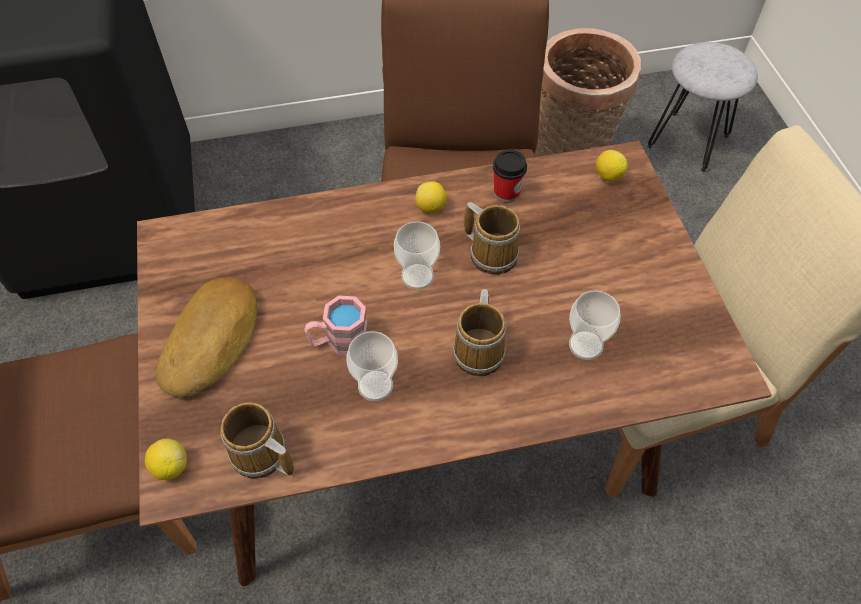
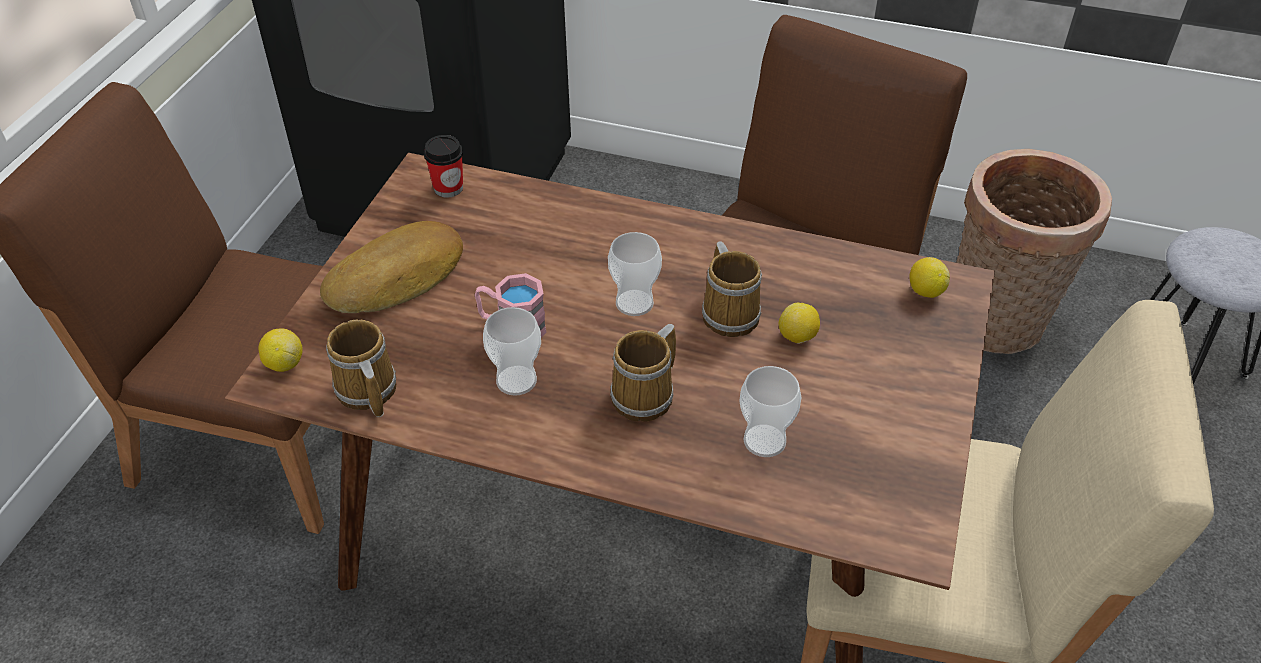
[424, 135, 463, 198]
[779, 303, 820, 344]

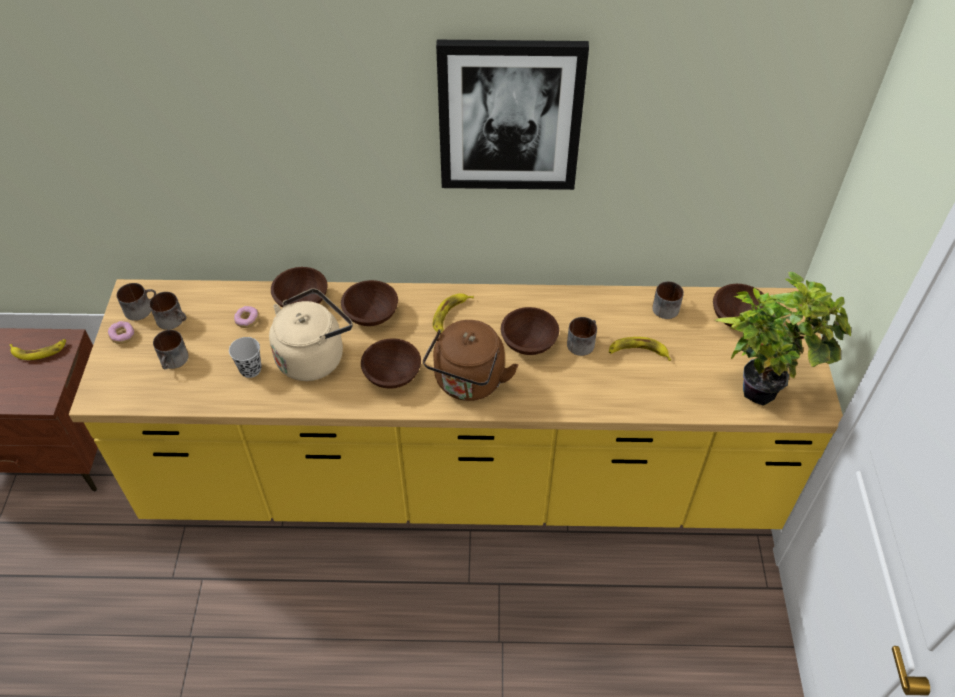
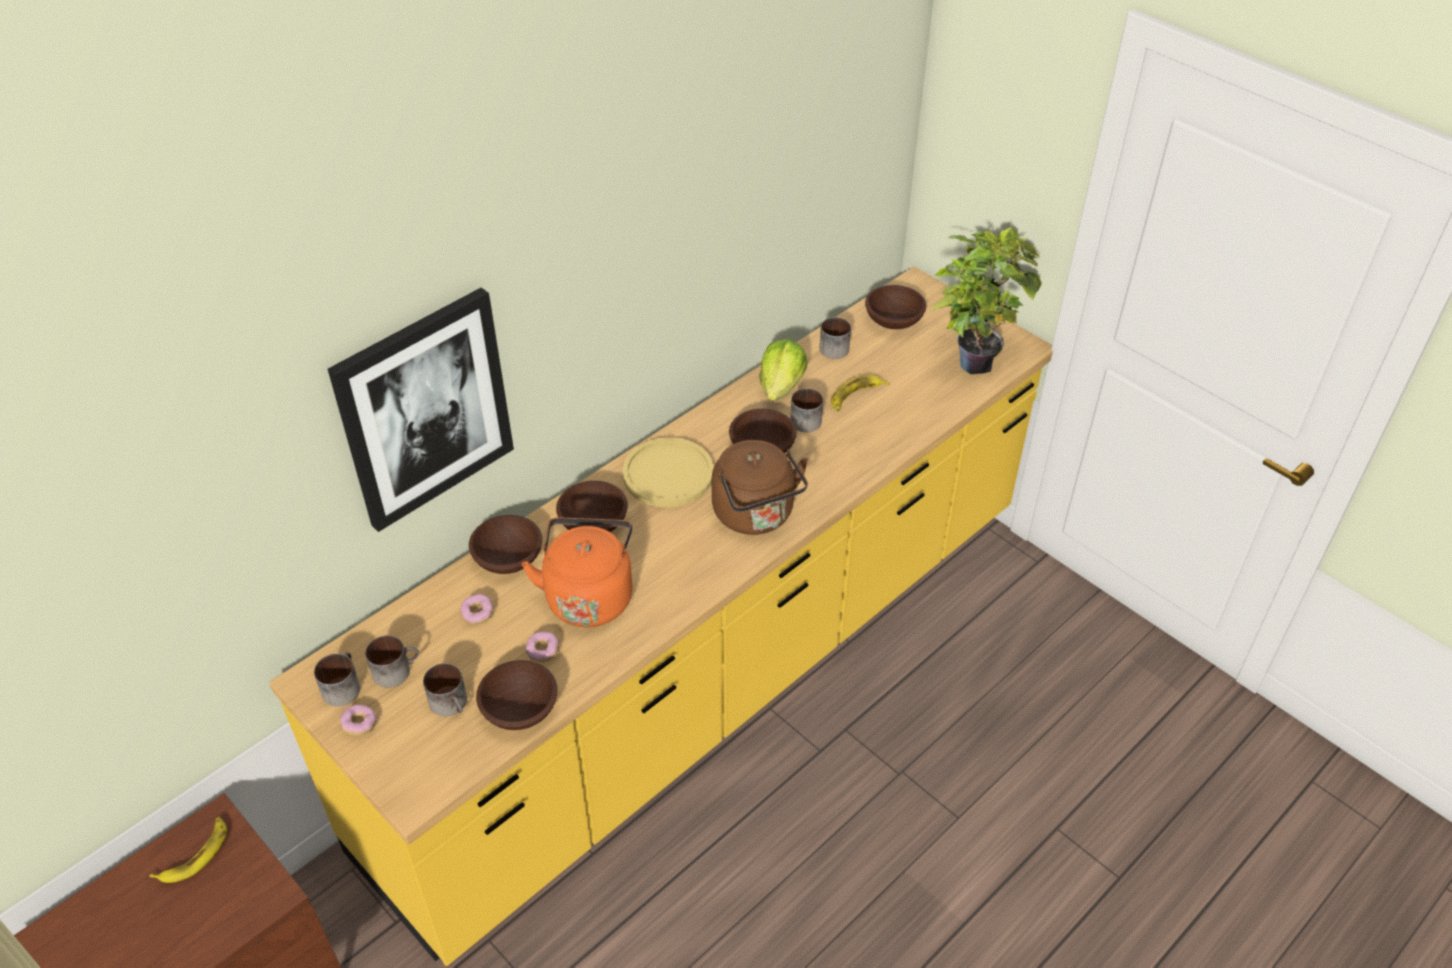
[328, 288, 514, 532]
[476, 660, 558, 730]
[522, 518, 632, 627]
[526, 631, 559, 662]
[623, 437, 714, 508]
[759, 339, 807, 401]

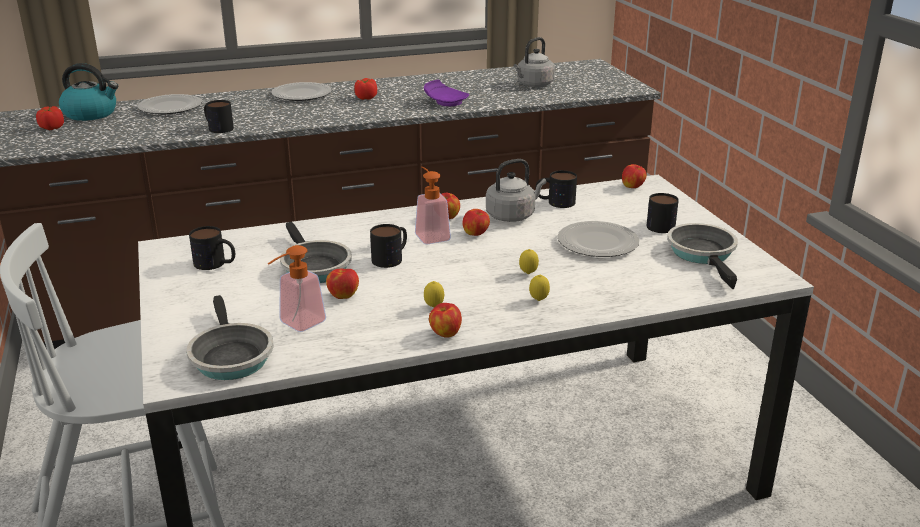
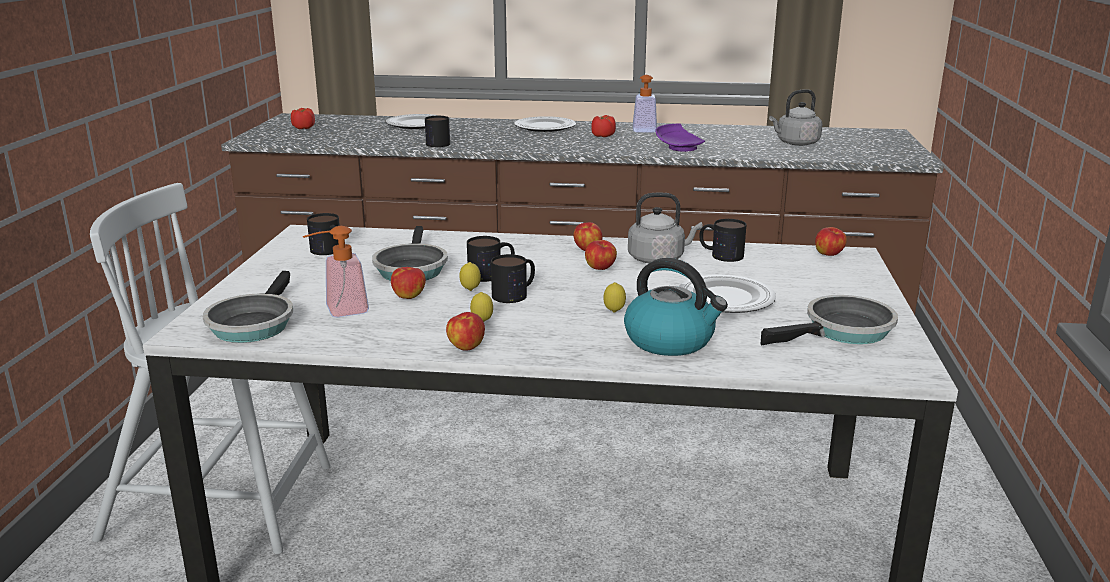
[459, 262, 481, 291]
[491, 254, 535, 303]
[624, 258, 728, 356]
[633, 75, 657, 133]
[761, 295, 898, 345]

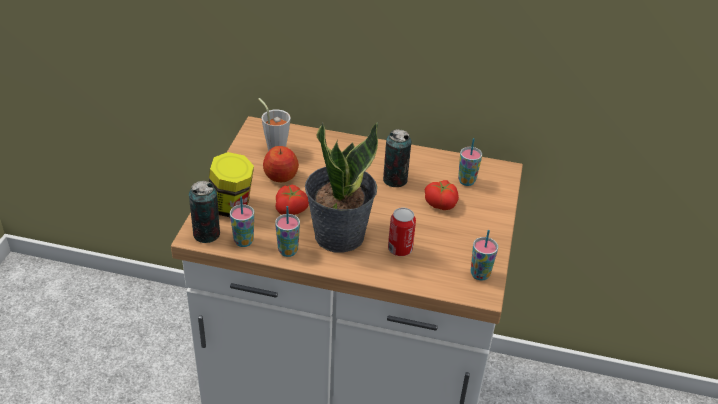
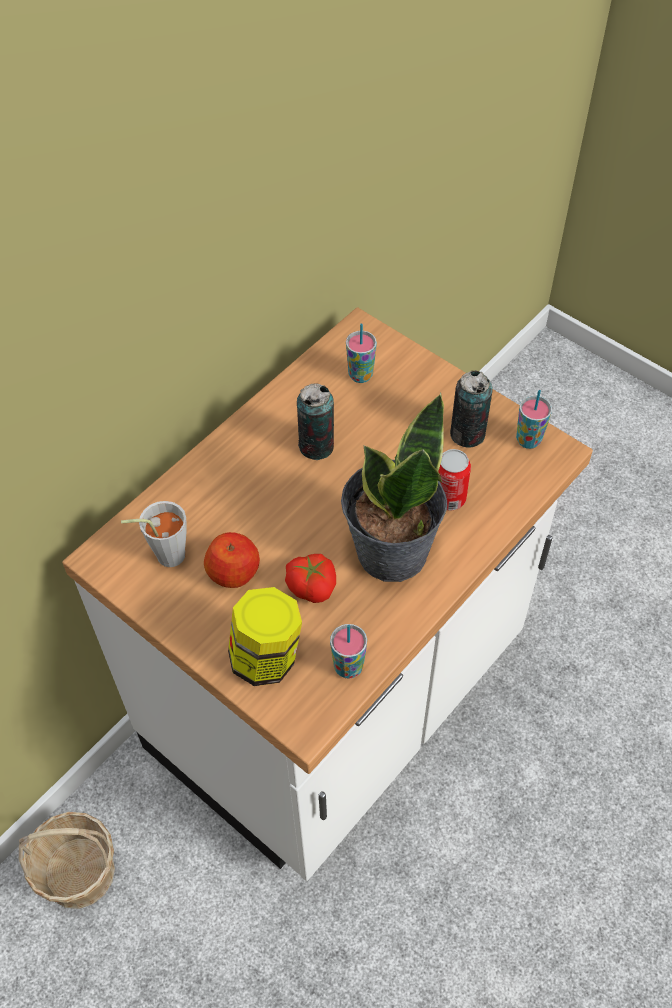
[19, 812, 115, 909]
[450, 370, 493, 448]
[275, 206, 300, 257] (first image)
[424, 180, 459, 210] (first image)

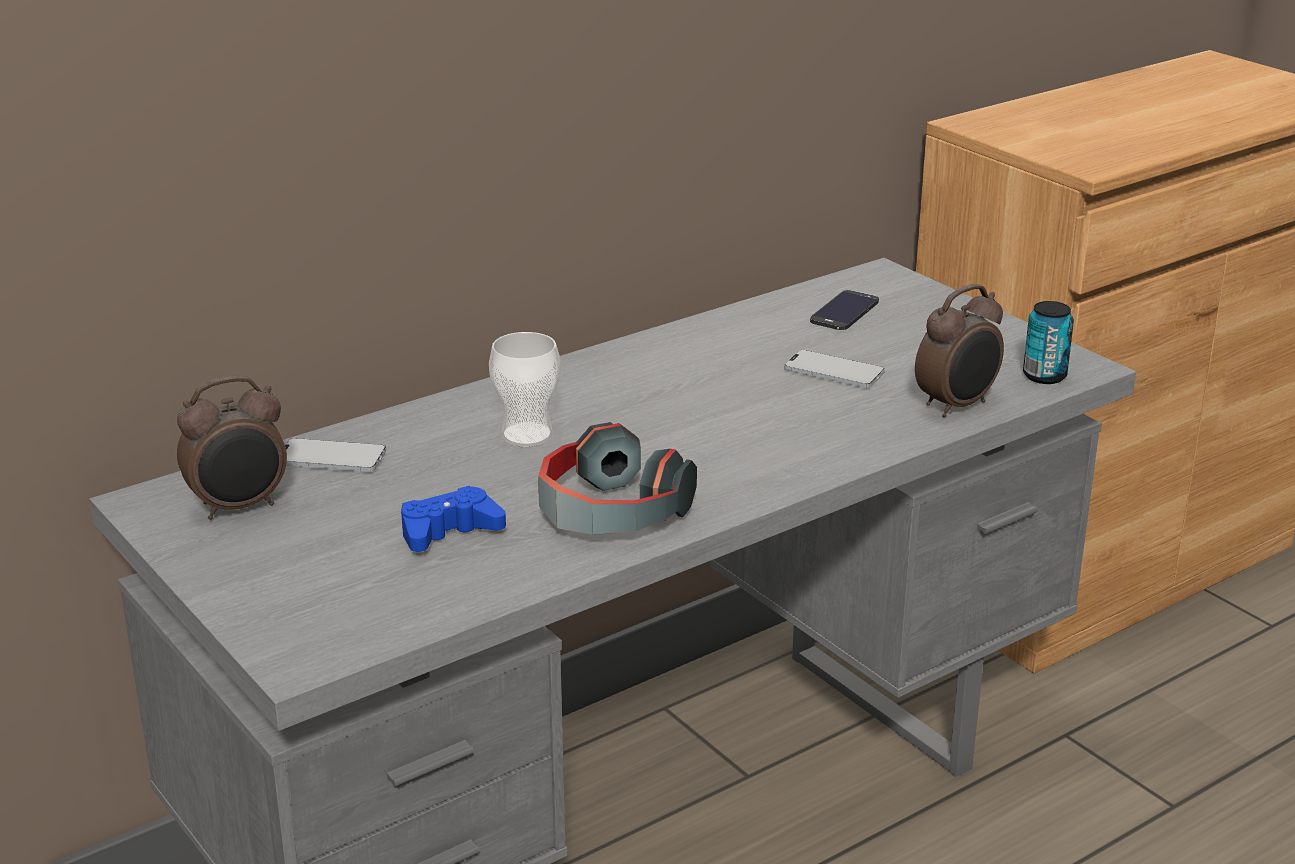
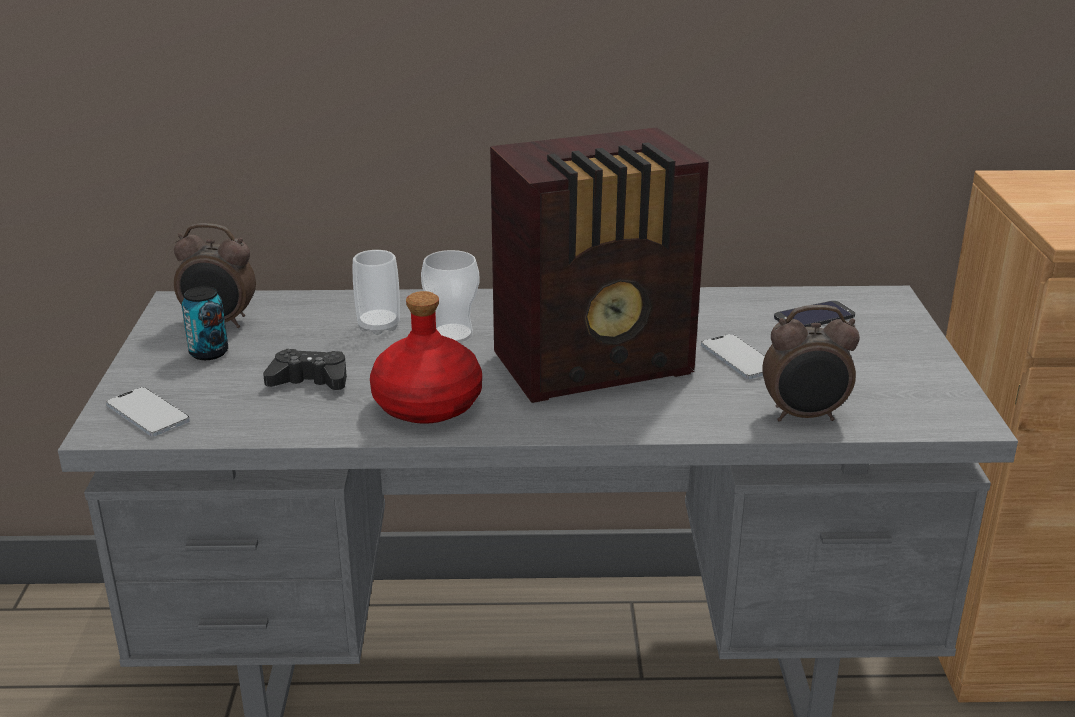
[106, 387, 190, 436]
[182, 286, 228, 360]
[263, 349, 347, 390]
[353, 250, 400, 335]
[370, 291, 482, 424]
[490, 127, 709, 403]

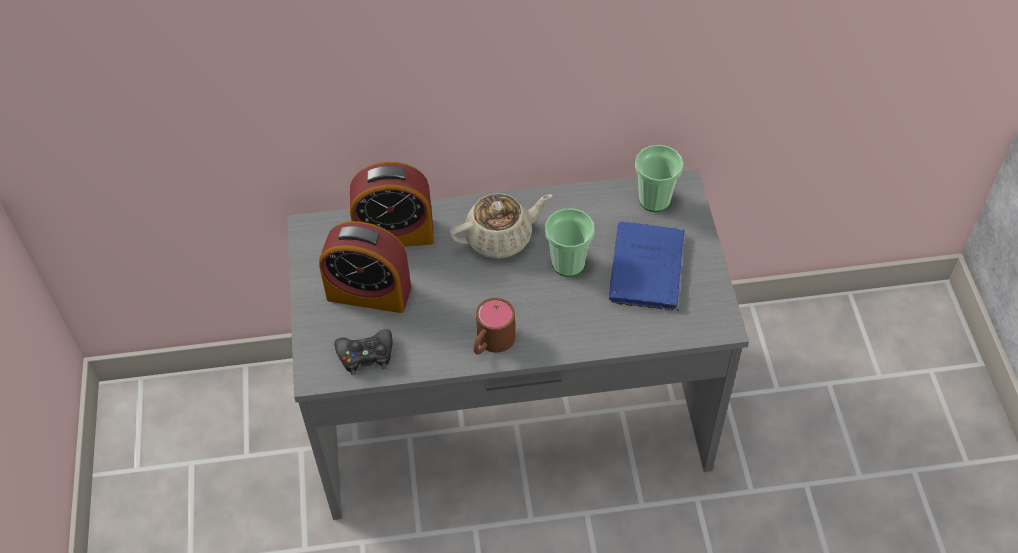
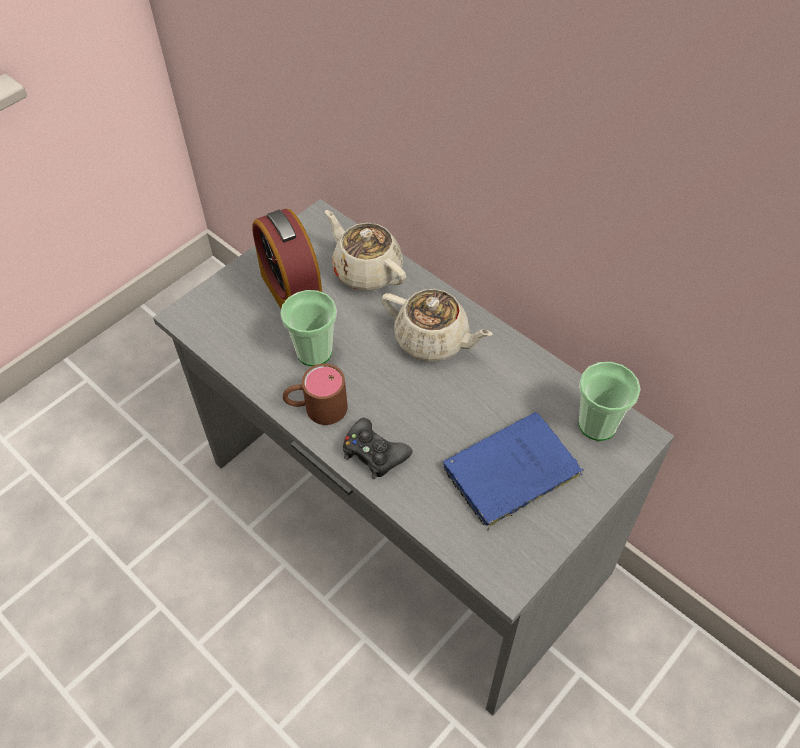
[280, 290, 337, 366]
[325, 210, 406, 291]
[343, 418, 413, 479]

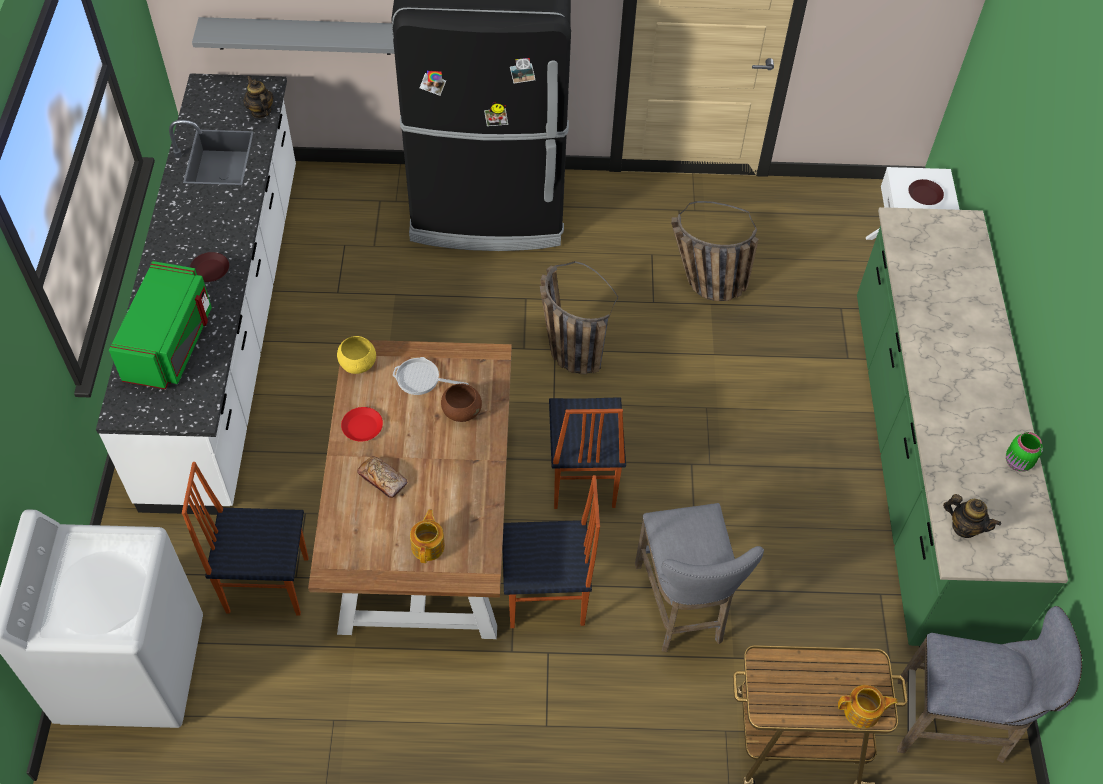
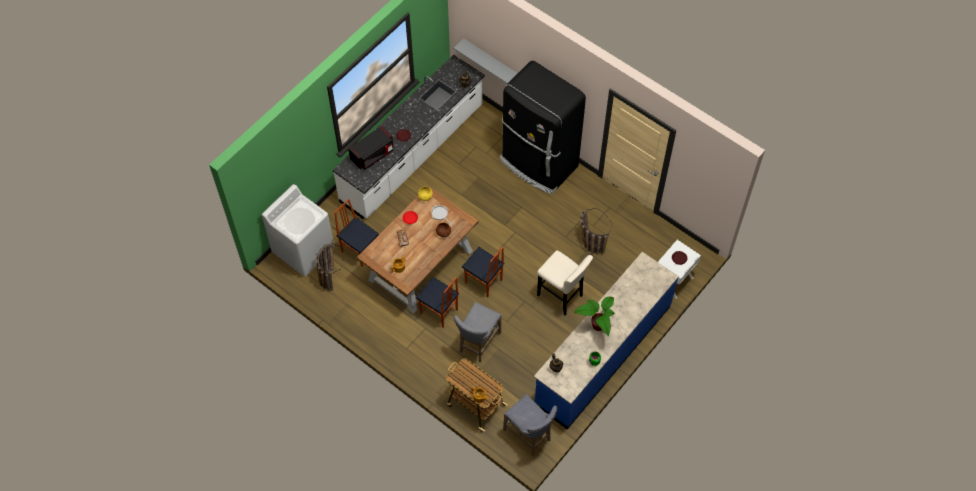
[316, 242, 343, 291]
[348, 126, 393, 170]
[462, 246, 504, 298]
[534, 252, 679, 429]
[537, 250, 593, 315]
[574, 296, 615, 337]

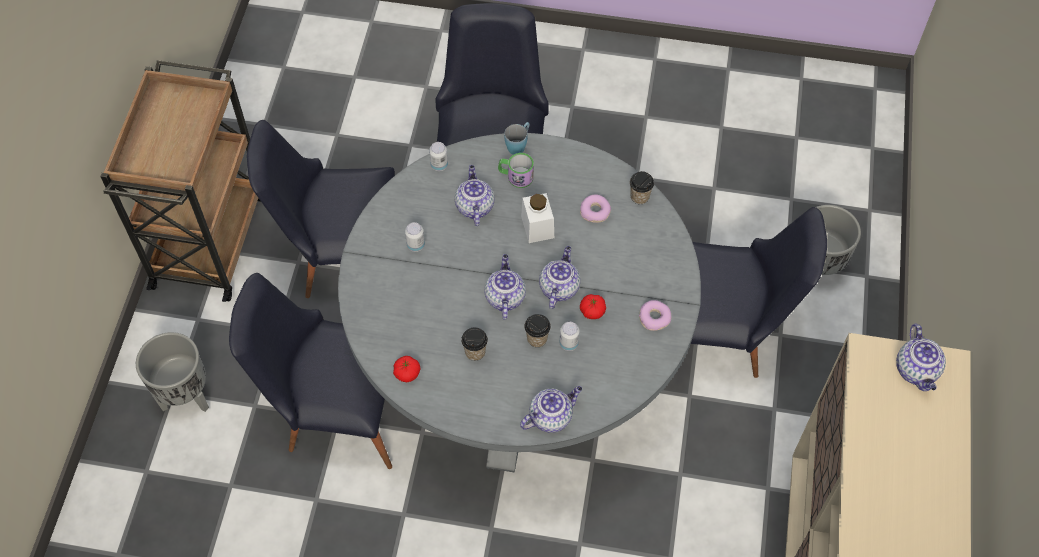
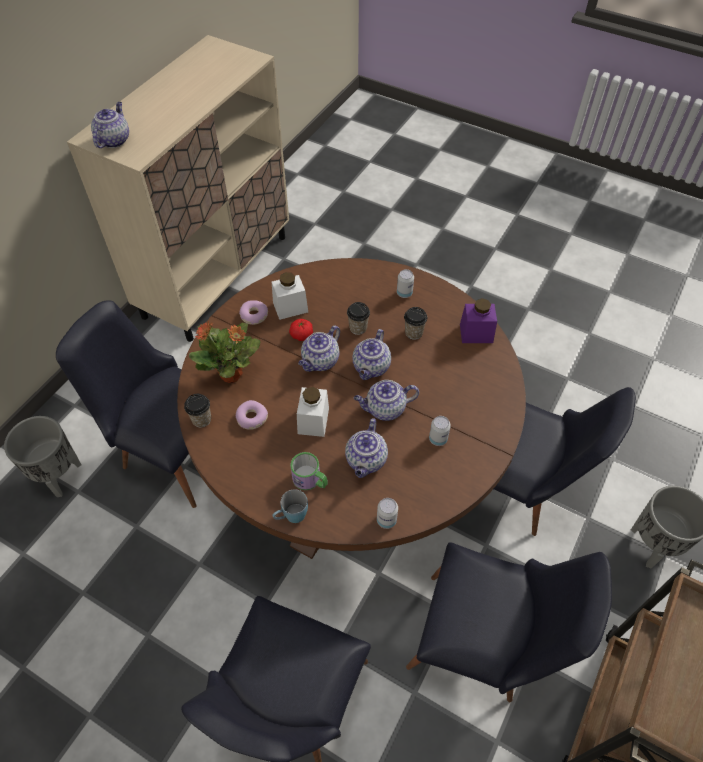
[177, 258, 526, 559]
[189, 322, 261, 383]
[272, 272, 308, 320]
[354, 380, 419, 421]
[397, 269, 414, 298]
[460, 298, 497, 343]

